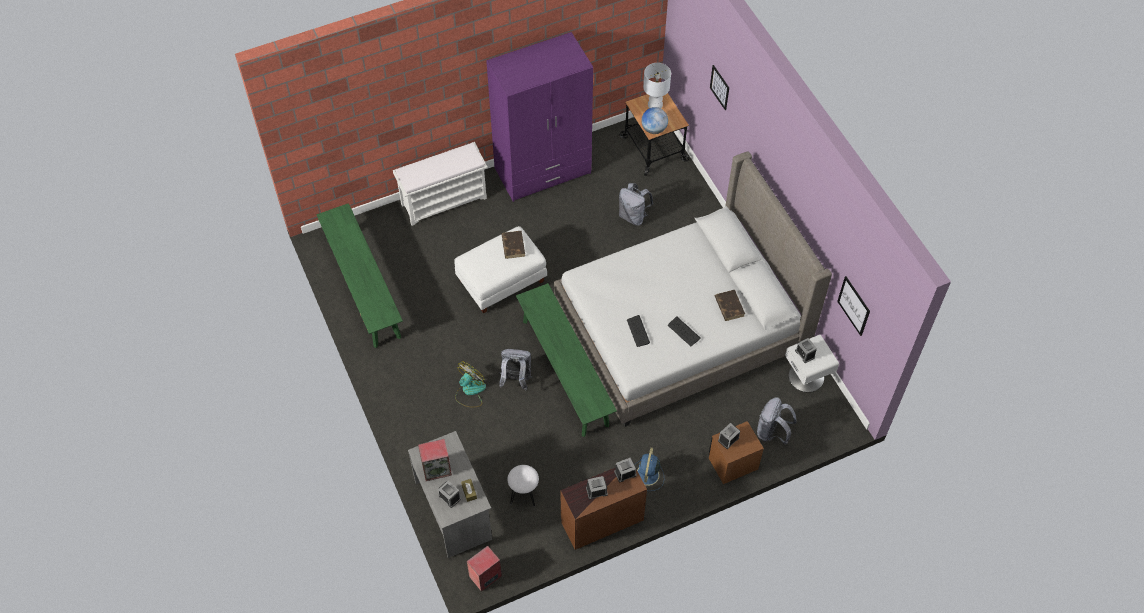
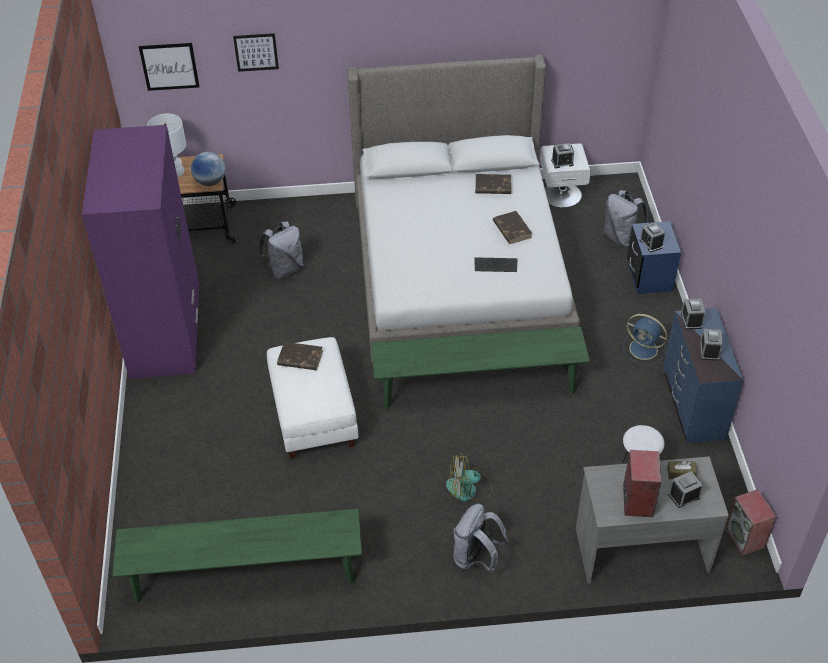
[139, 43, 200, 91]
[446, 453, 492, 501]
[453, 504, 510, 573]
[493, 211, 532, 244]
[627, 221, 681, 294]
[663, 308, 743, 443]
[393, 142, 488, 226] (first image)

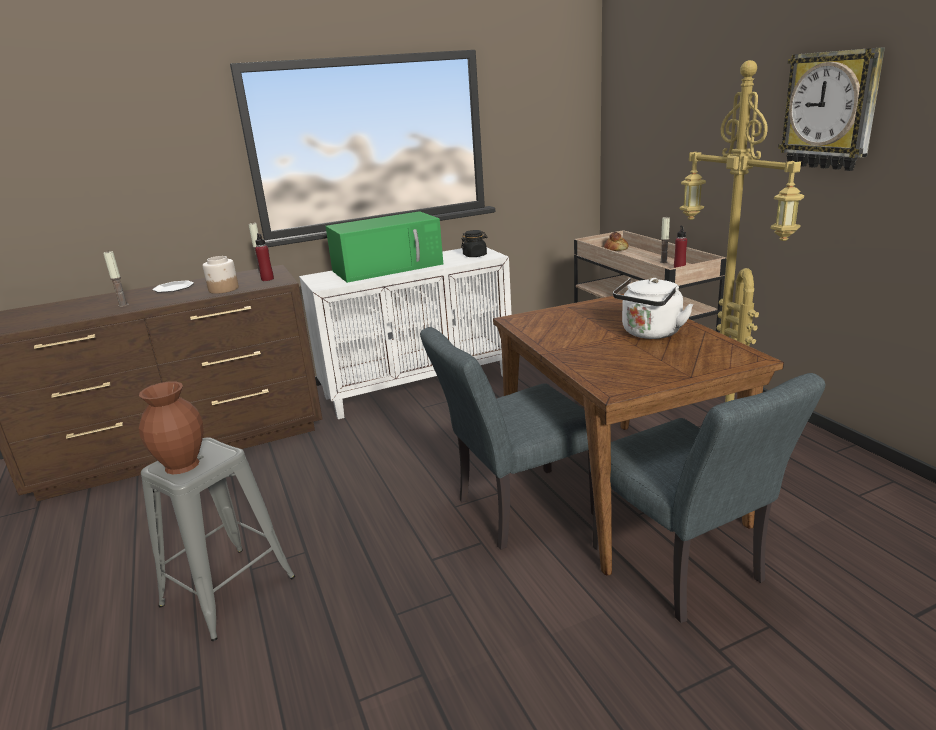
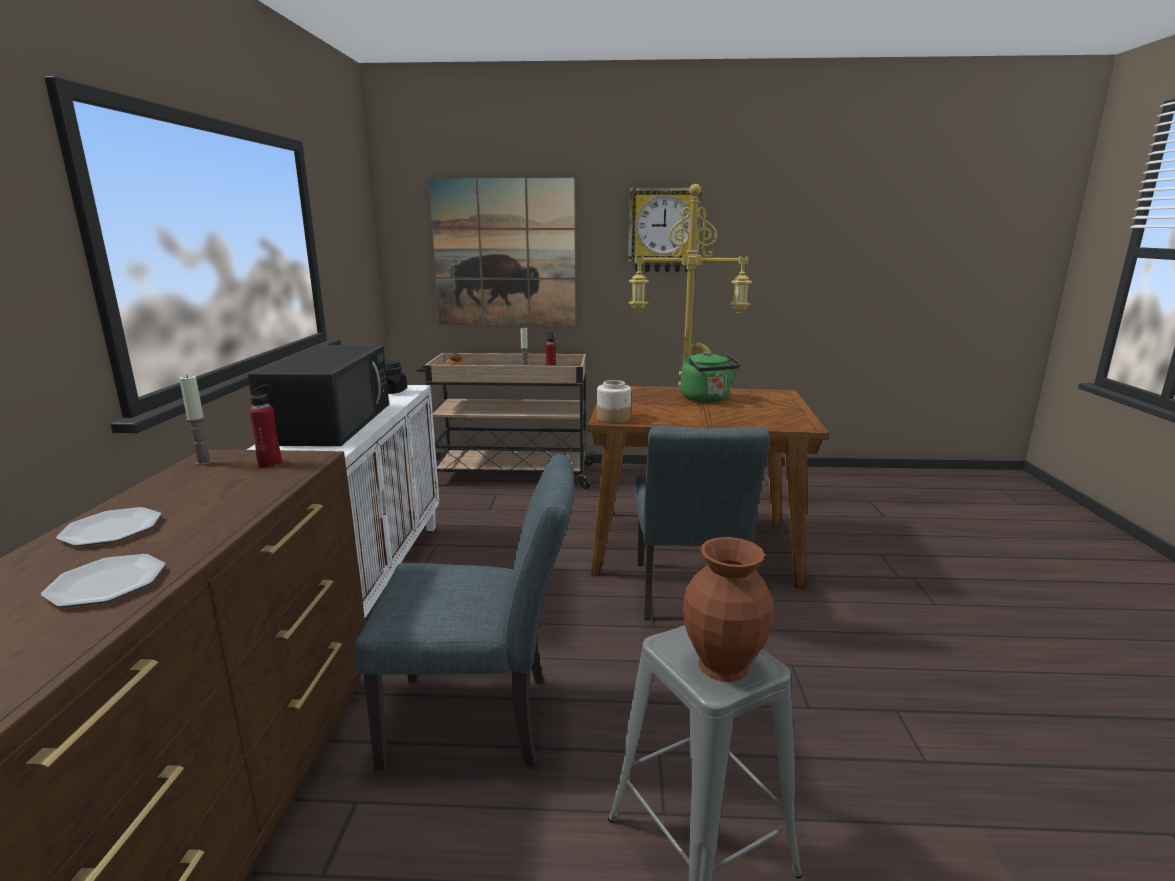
[41, 554, 166, 608]
[248, 345, 389, 446]
[355, 454, 574, 770]
[429, 178, 575, 326]
[597, 380, 631, 423]
[681, 351, 741, 402]

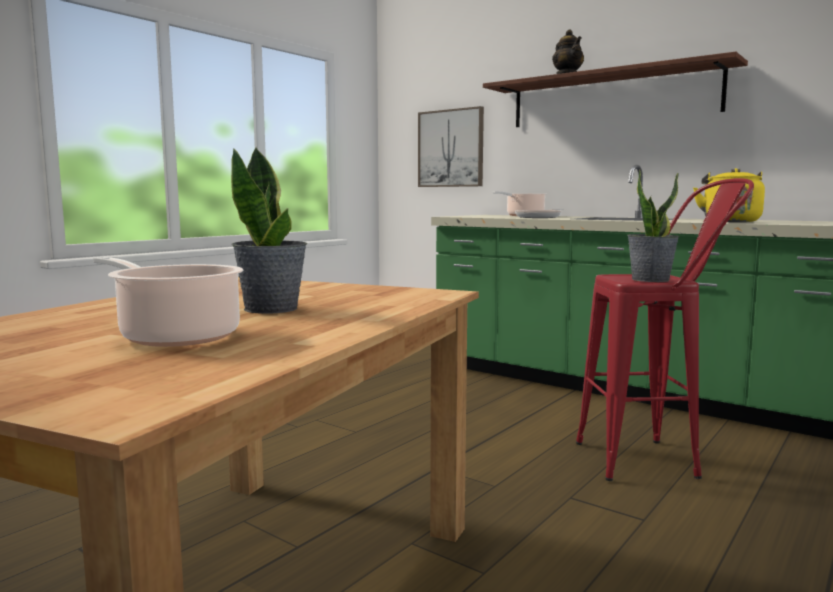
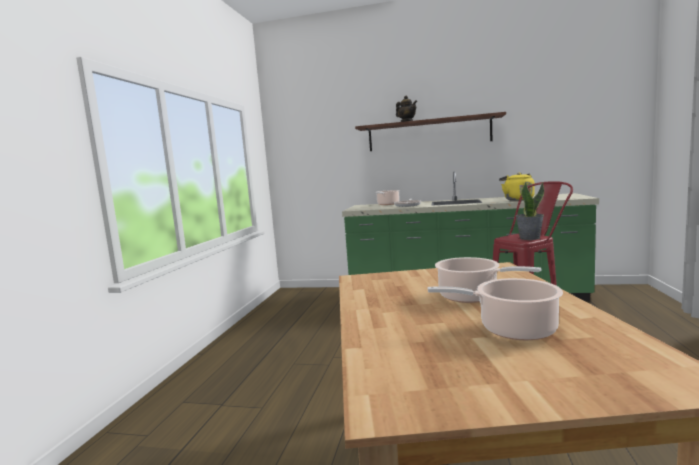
[435, 257, 541, 303]
[418, 106, 484, 187] (first image)

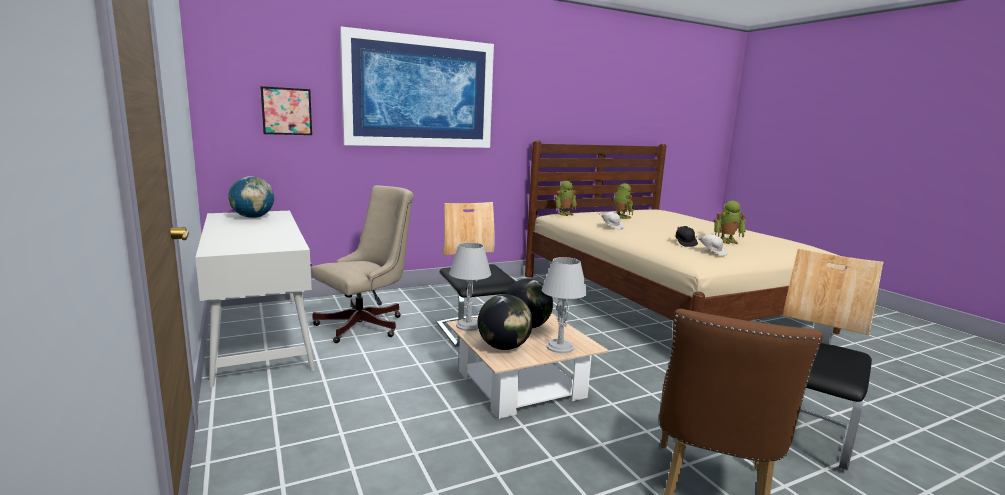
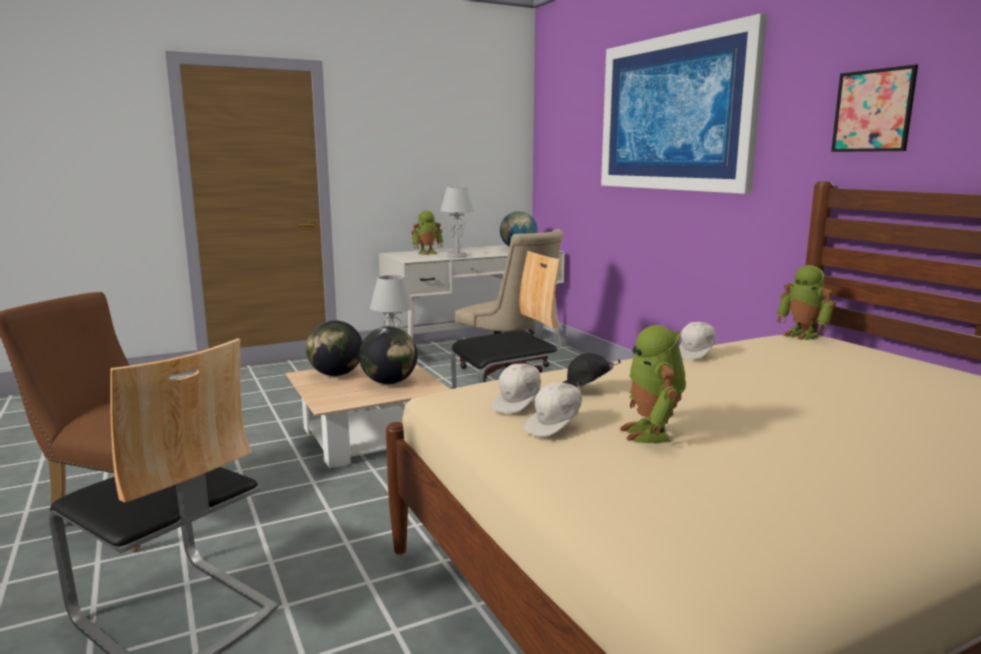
[411, 211, 443, 255]
[440, 187, 474, 257]
[524, 382, 582, 436]
[831, 64, 918, 152]

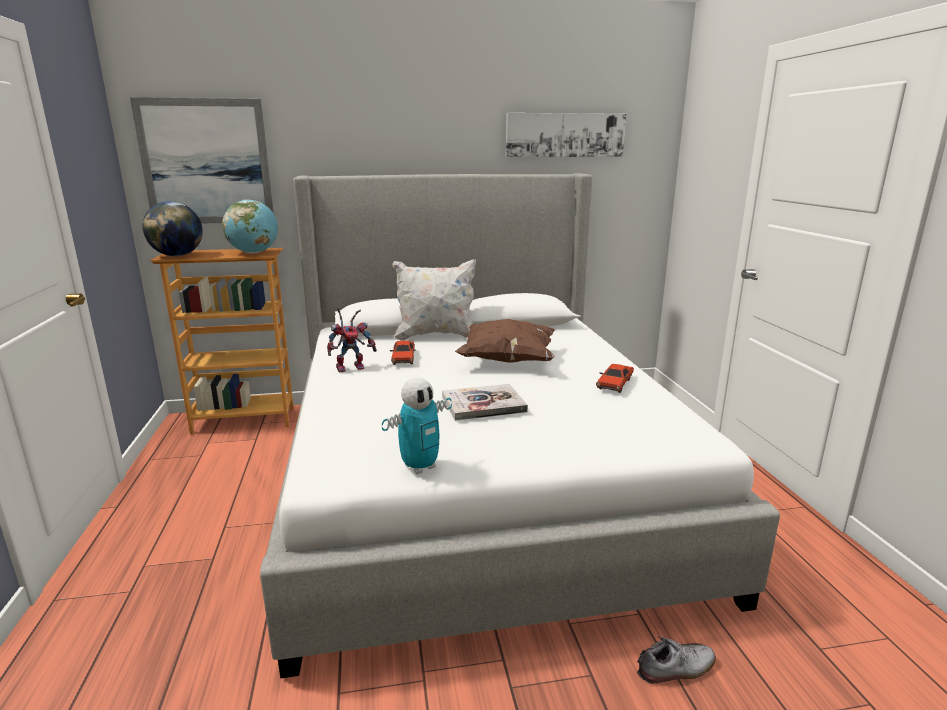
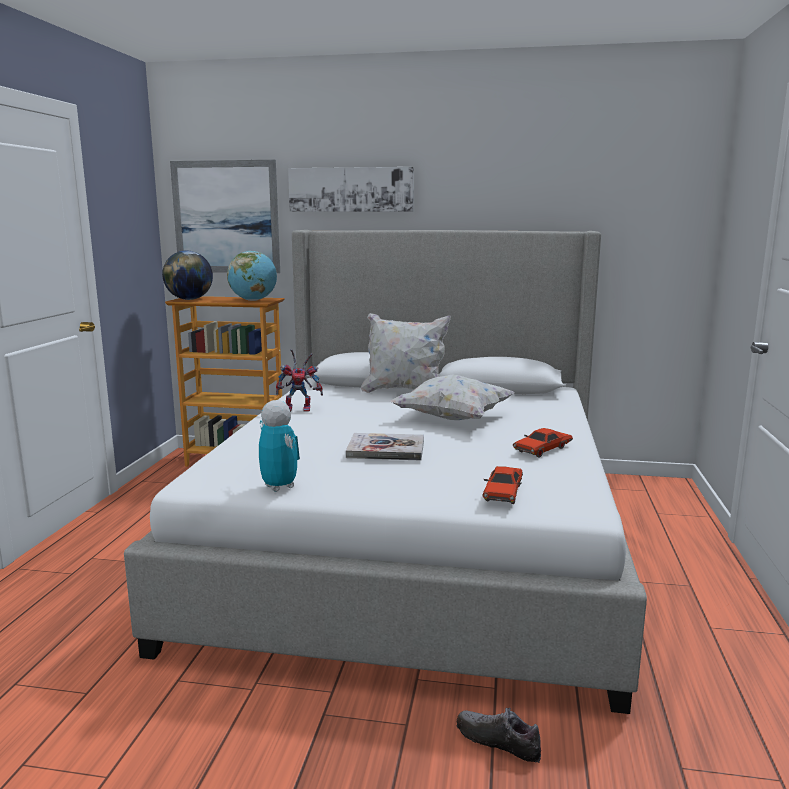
[259, 400, 300, 492]
[288, 167, 414, 212]
[390, 375, 514, 420]
[457, 707, 541, 764]
[483, 466, 523, 504]

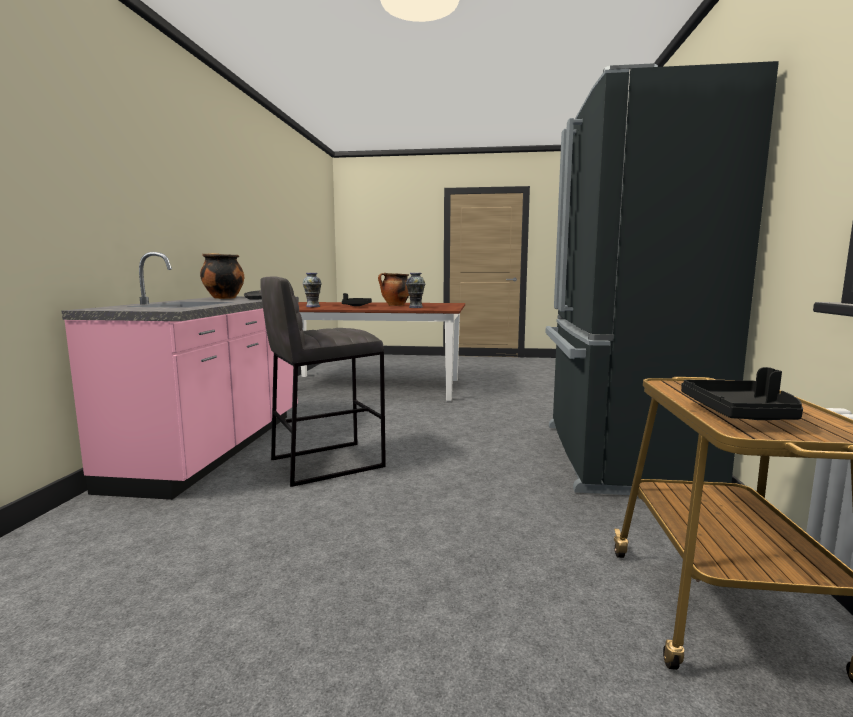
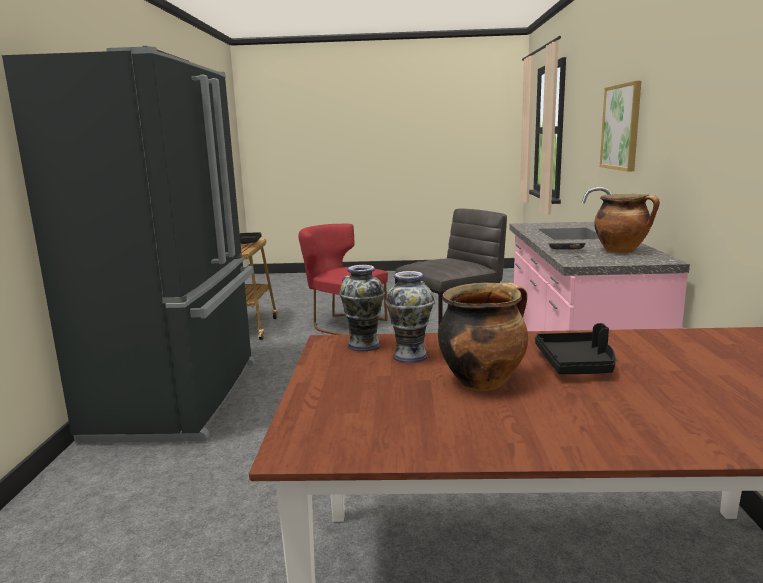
[299, 224, 388, 335]
[339, 265, 385, 351]
[600, 81, 641, 171]

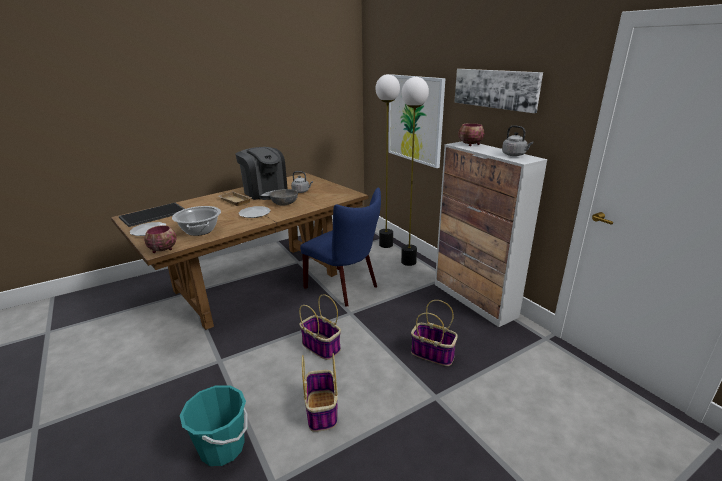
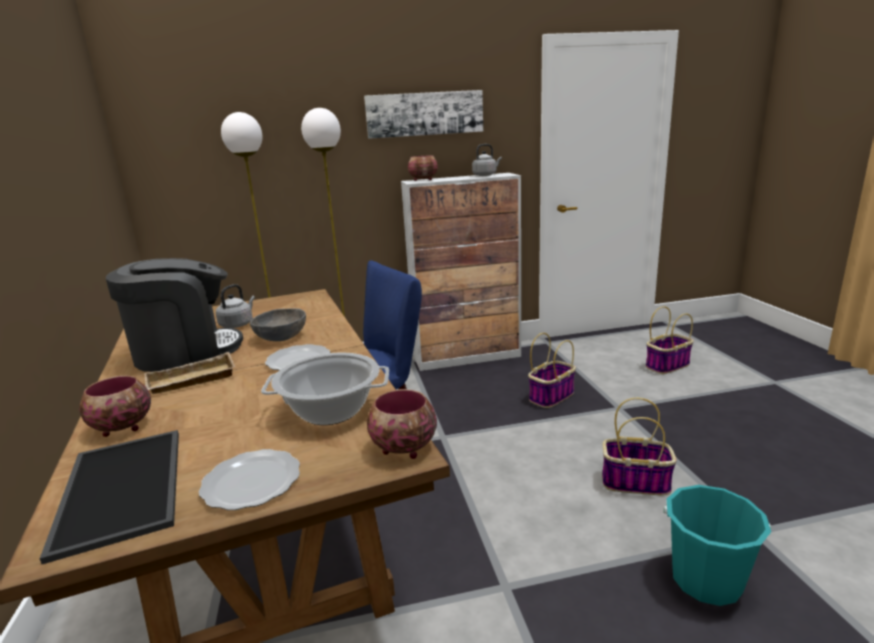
[80, 376, 151, 437]
[646, 306, 694, 374]
[388, 74, 446, 168] (first image)

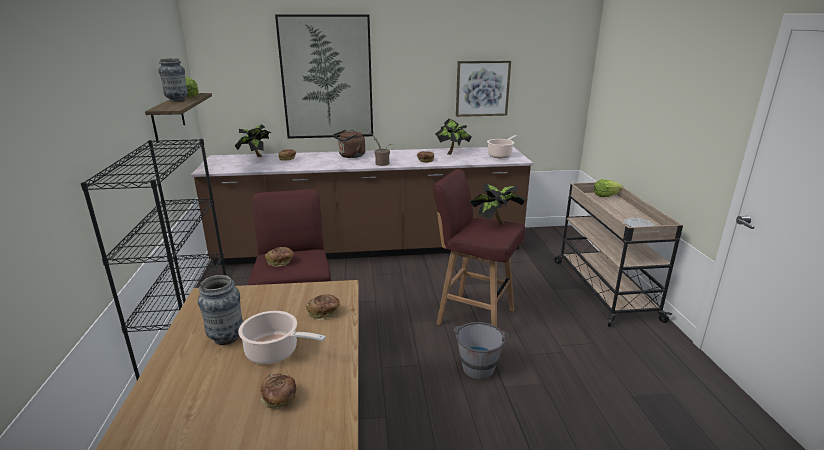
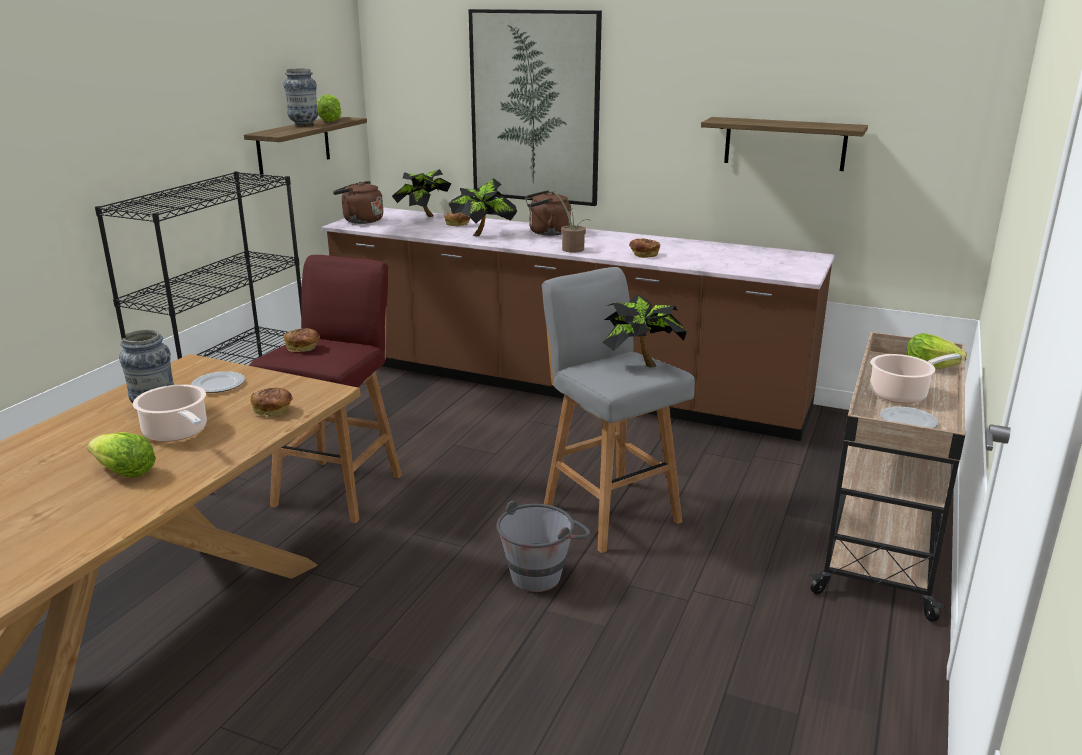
[87, 432, 156, 478]
[191, 371, 245, 393]
[333, 181, 383, 224]
[449, 178, 517, 236]
[542, 267, 695, 553]
[701, 117, 868, 171]
[870, 353, 961, 403]

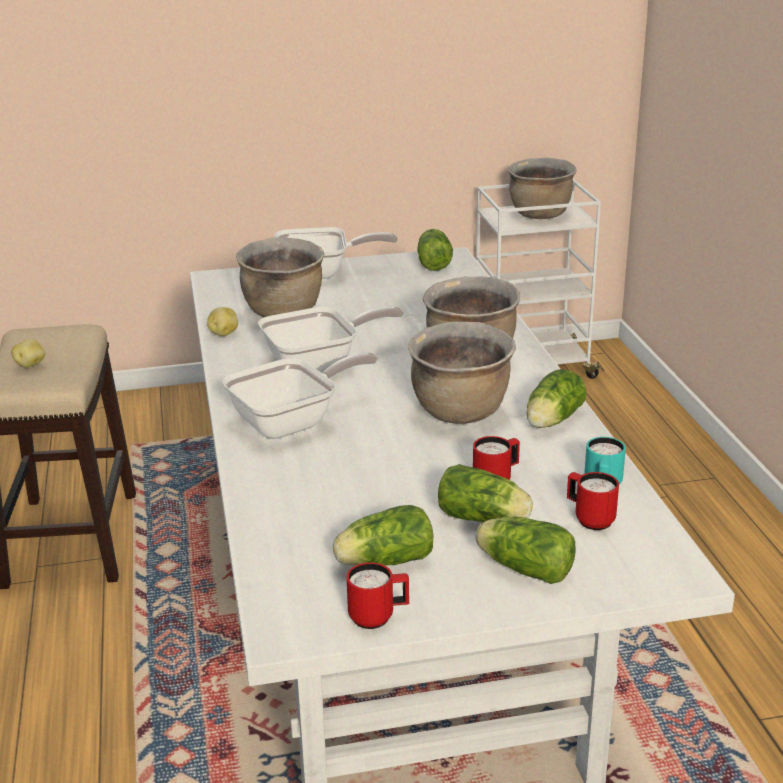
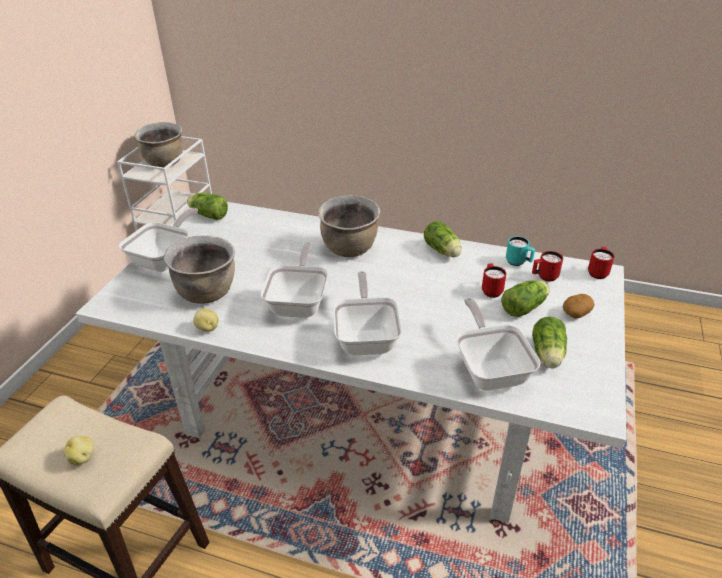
[456, 298, 540, 391]
[563, 294, 595, 319]
[588, 247, 615, 279]
[408, 322, 516, 424] (first image)

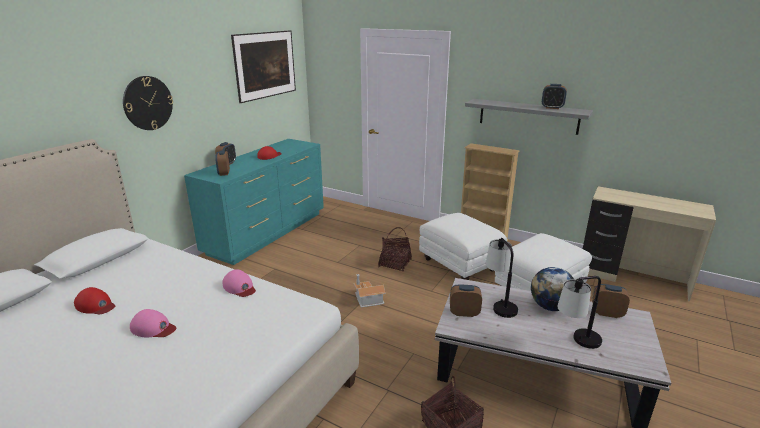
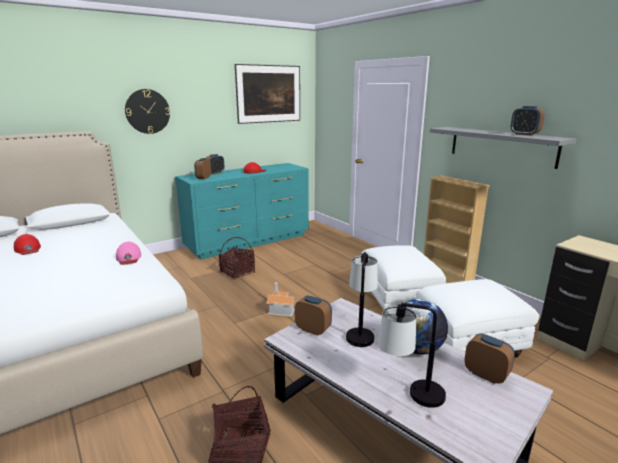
[219, 237, 255, 280]
[130, 309, 176, 337] (first image)

